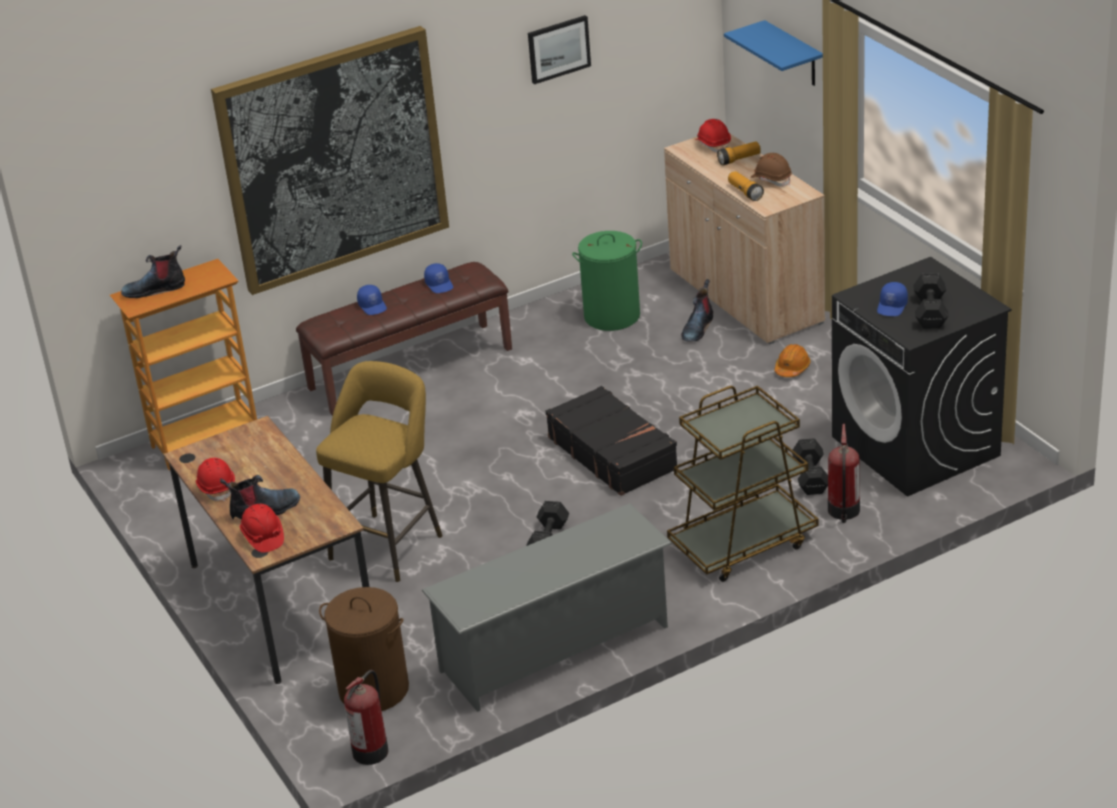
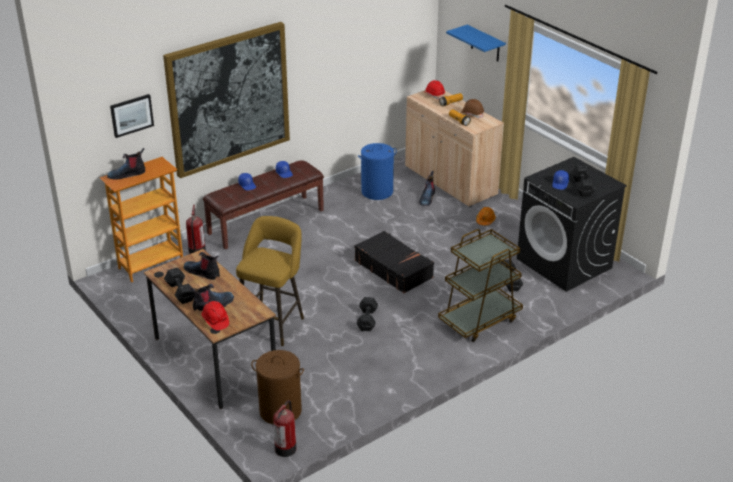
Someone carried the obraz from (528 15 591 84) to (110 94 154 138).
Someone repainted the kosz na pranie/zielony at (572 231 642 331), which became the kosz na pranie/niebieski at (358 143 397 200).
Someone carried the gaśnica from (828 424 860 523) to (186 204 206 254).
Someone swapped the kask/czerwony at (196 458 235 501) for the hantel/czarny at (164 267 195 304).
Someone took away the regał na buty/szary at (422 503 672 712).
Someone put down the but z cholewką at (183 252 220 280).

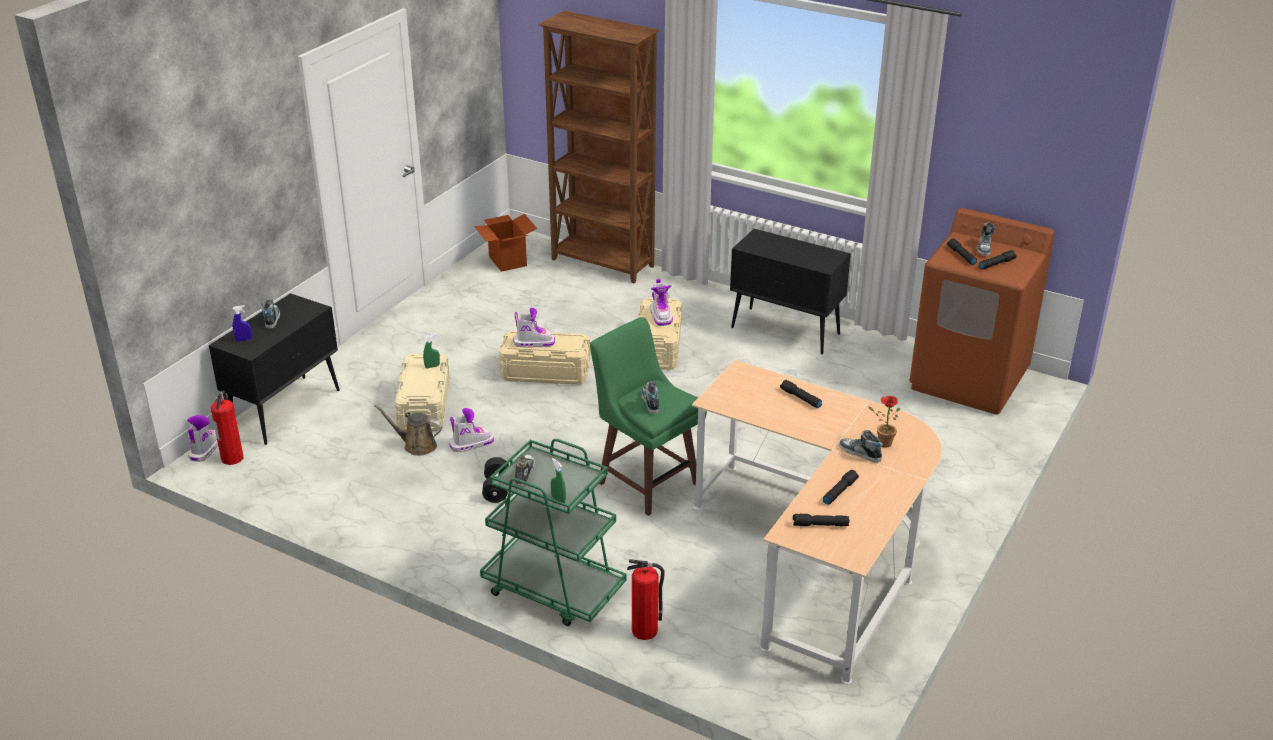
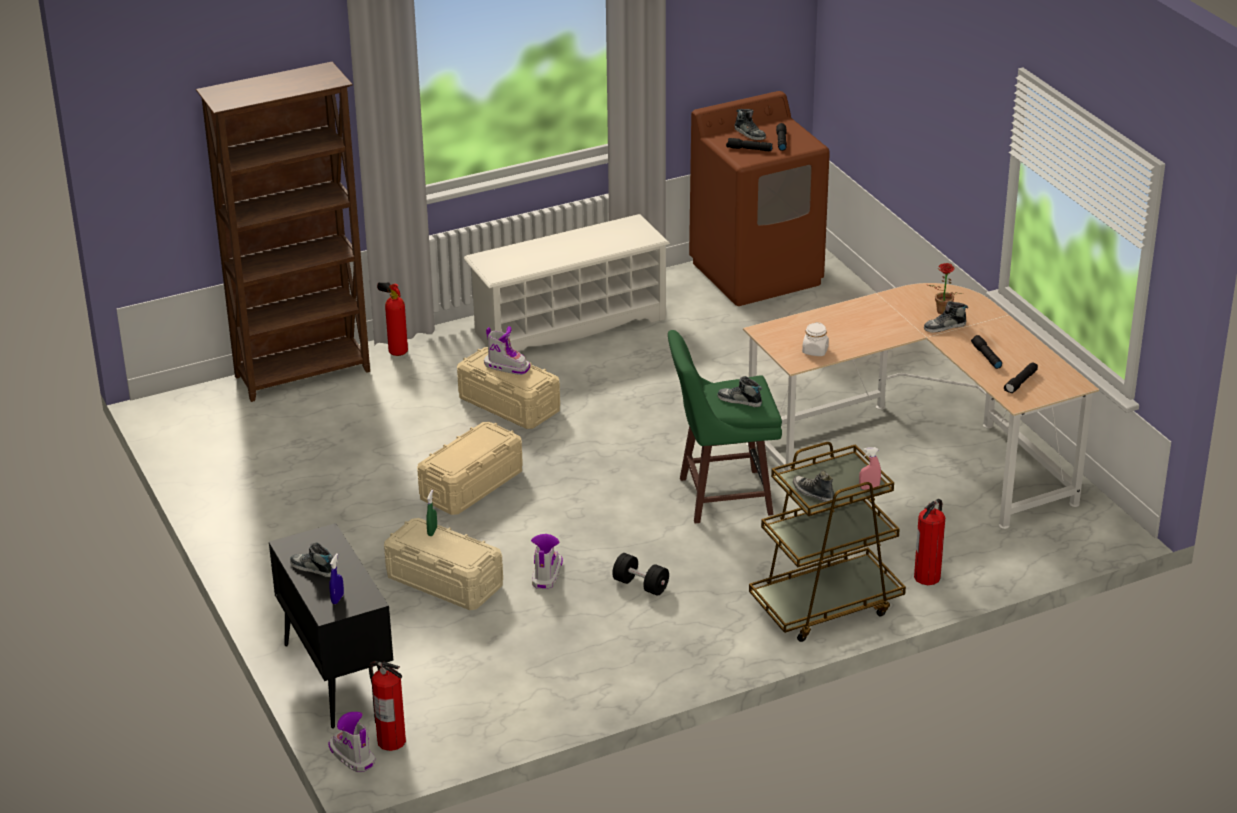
Someone took away the karton at (474 214 537 272).
Someone swapped the szafka/czarny at (730 229 851 354) for the regał na buty/biały at (463 214 670 351).
Someone took away the but z cholewką at (513 308 555 348).
Someone took away the latarka/czarny at (780 380 822 408).
Someone took away the konewka/brązowy at (374 405 442 456).
Someone repainted the wózek/zielony at (480 439 626 626), which became the wózek/brązowy at (749 442 906 642).
Someone repainted the spryskiwacz/zielony at (551 458 566 503), which became the spryskiwacz/różowy at (859 447 881 490).
Someone put down the gaśnica at (377 282 408 356).
Someone put down the słoik/biały at (802 322 829 356).

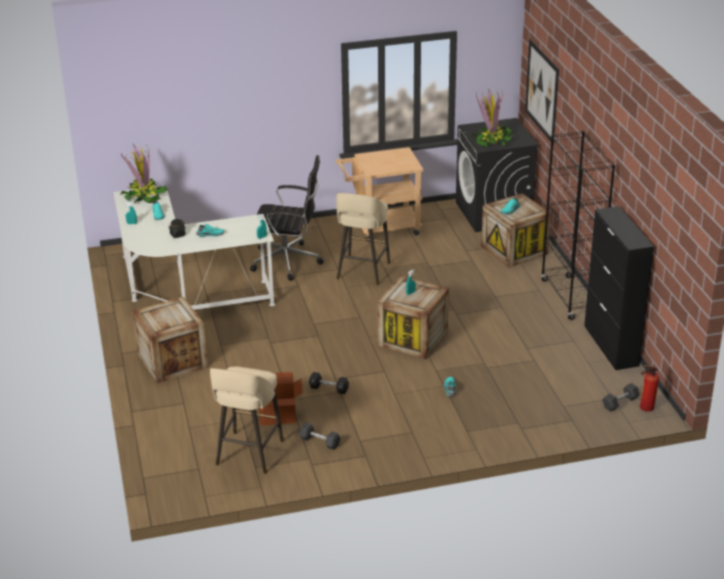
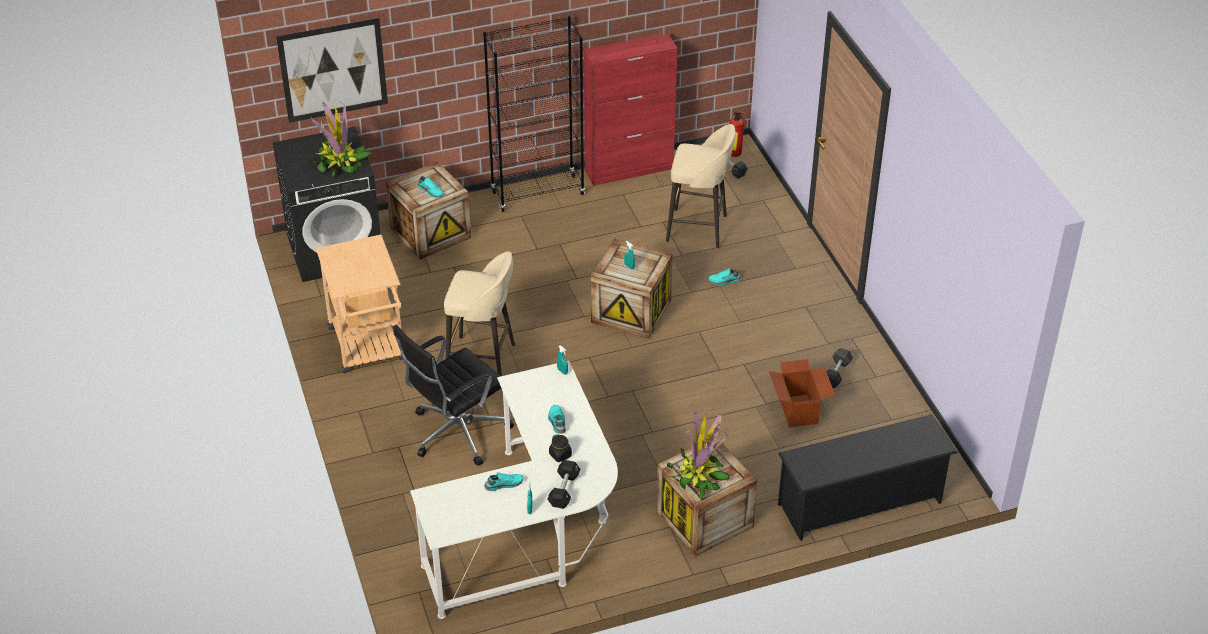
Someone carried the roślina doniczkowa from (120 144 169 204) to (667 412 730 501).
Someone rotated the krzesło biurowe/czarny at (250 155 324 281) by 135 degrees counterclockwise.
Someone repainted the szafka/czarny at (584 206 654 370), which became the szafka/czerwony at (584 33 678 186).
Someone carried the stołek/beżowy from (210 367 284 474) to (666 124 735 249).
Someone carried the hantel/czarny from (309 372 349 394) to (547 460 580 509).
Someone put down the regał na buty/czarny at (778 414 958 541).

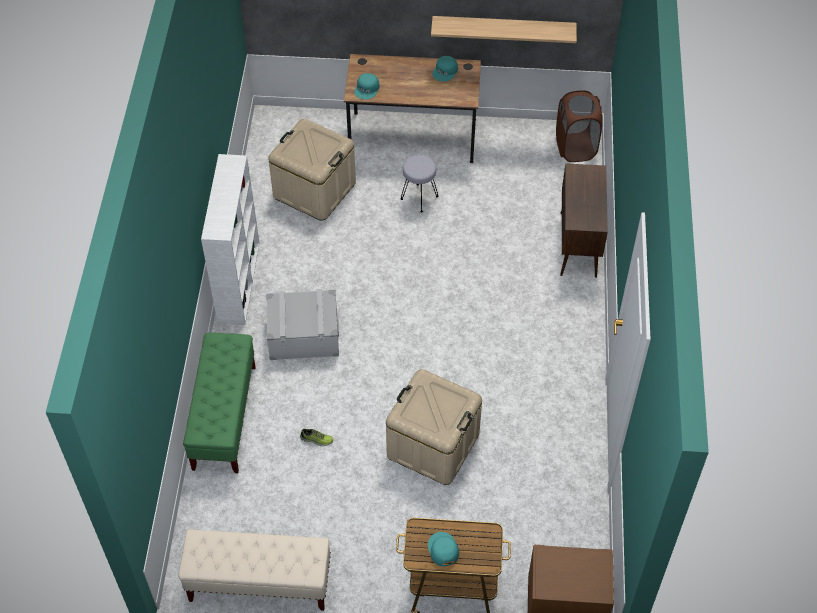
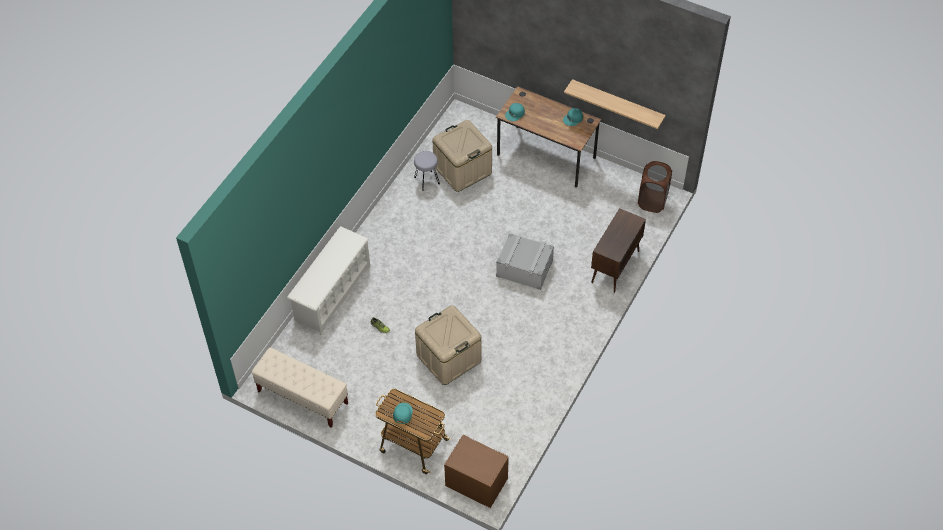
Someone took away the regał/biały at (201 154 259 325).
Someone carried the stołek/szary from (401 155 438 212) to (414 151 440 191).
Someone carried the pojemnik do przechowywania/szary from (266 289 339 360) to (496 233 554 290).
Someone swapped the ławka/zielony at (183 332 256 473) for the regał na buty/biały at (287 226 370 334).

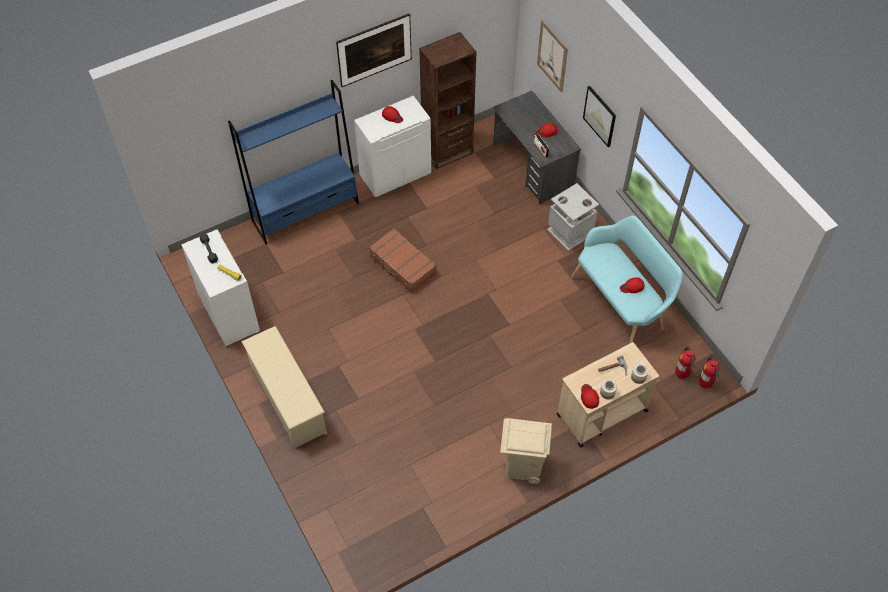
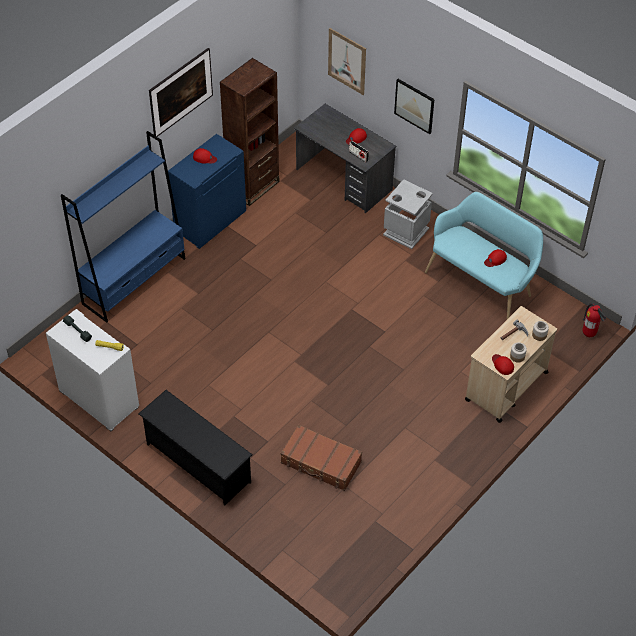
Someone repainted the szafka/biały at (354 96 431 198), which became the szafka/niebieski at (168 134 246 249).
Someone carried the walizka/brązowy from (369 228 437 293) to (280 425 362 491).
Someone repainted the regał na buty/beżowy at (241 326 327 448), which became the regał na buty/czarny at (138 390 253 505).
Someone took away the gaśnica at (675 346 696 379).
Someone took away the kosz na śmieci/beżowy at (500 418 552 484).

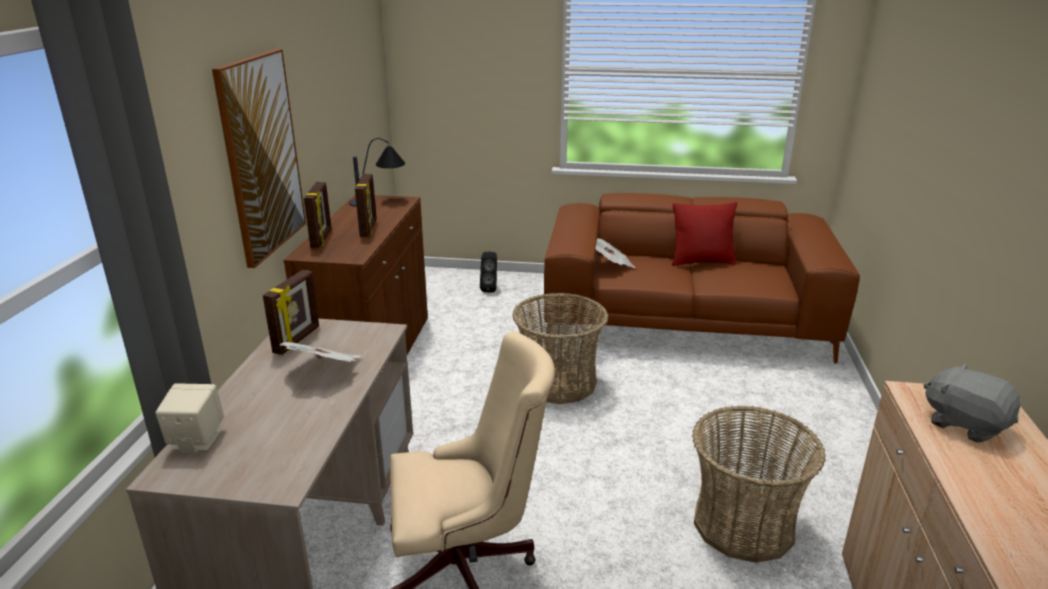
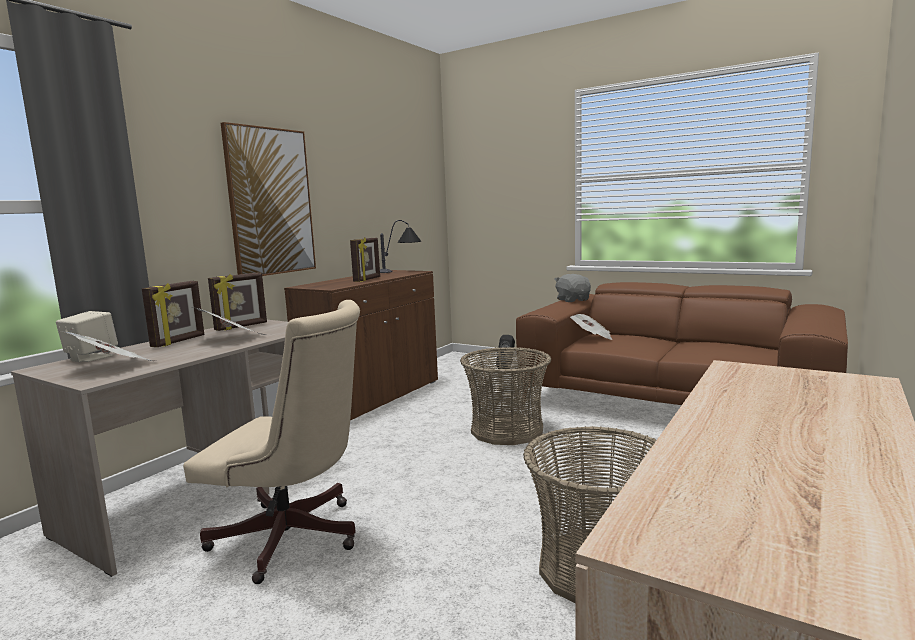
Someone carried the ramka na zdjęcie from (304 182 332 248) to (142 281 204 347).
Someone took away the poduszka/czerwony at (672 202 737 266).
Someone carried the pluszak/szary from (923 363 1020 443) to (554 274 591 302).
Someone put down the gazeta at (61 331 153 361).

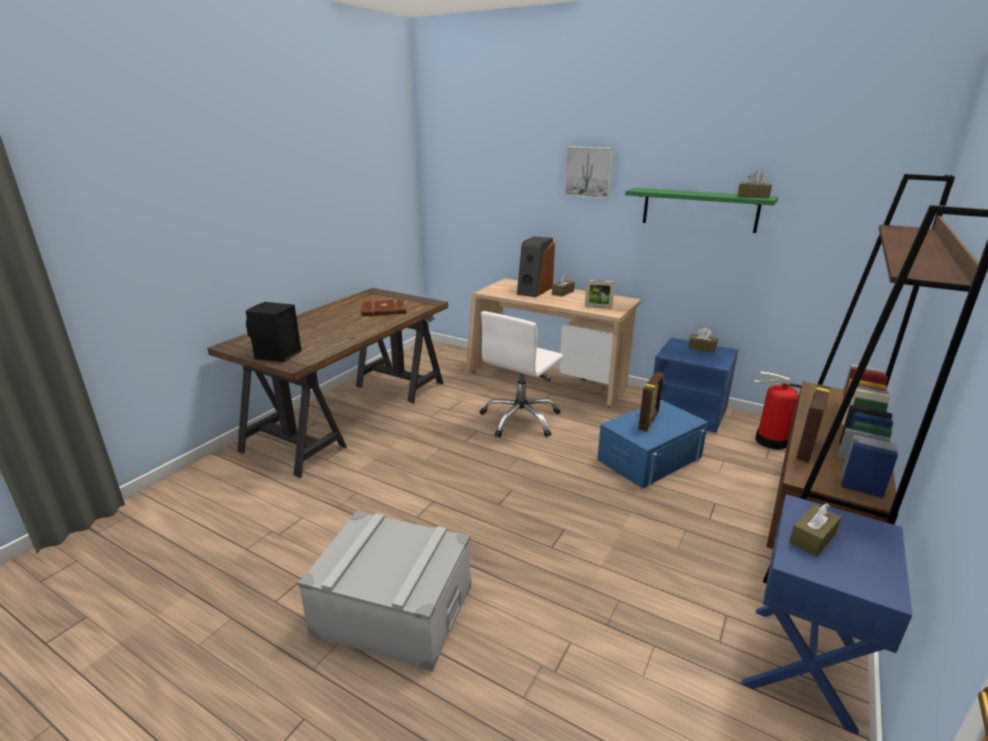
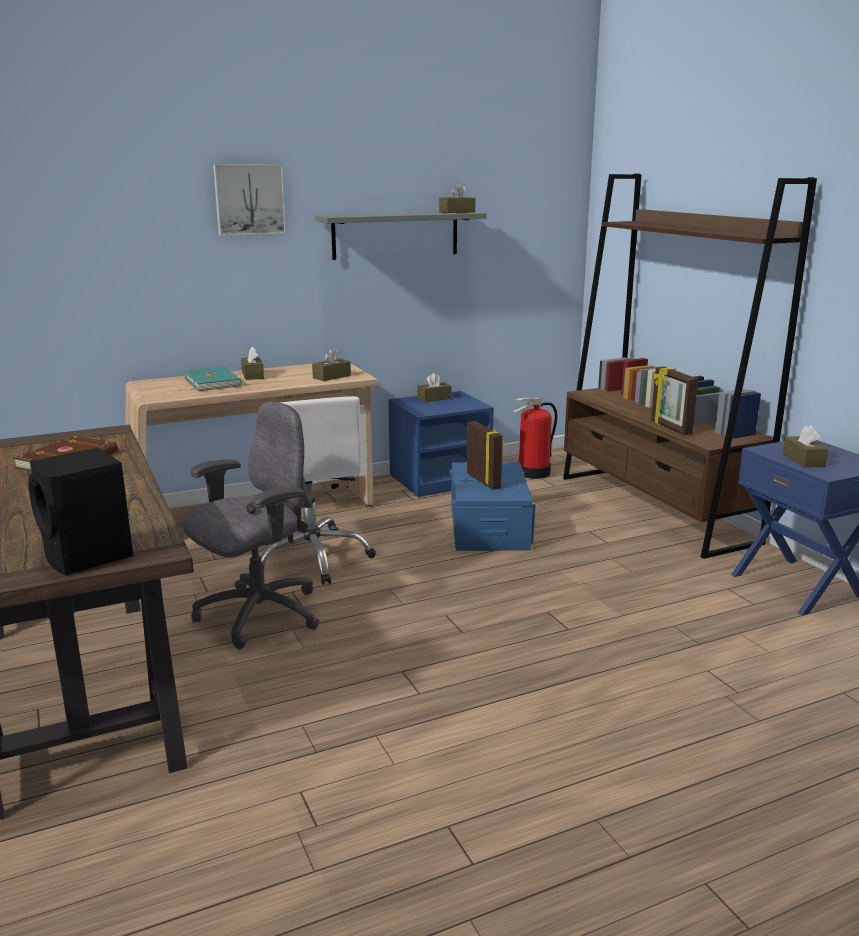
Someone repainted the półka/zielony at (625 188 778 233), which became the półka/szary at (315 212 487 260).
Someone swapped the głośnik at (517 236 555 297) for the książka/turkusowy at (184 366 242 391).
Someone swapped the ramka na zdjęcie at (585 280 614 309) for the pudełko chusteczek/brązowy at (312 348 351 381).
Someone took away the pojemnik do przechowywania/szary at (298 511 471 671).
Someone put down the krzesło biurowe/szary at (183 402 319 649).

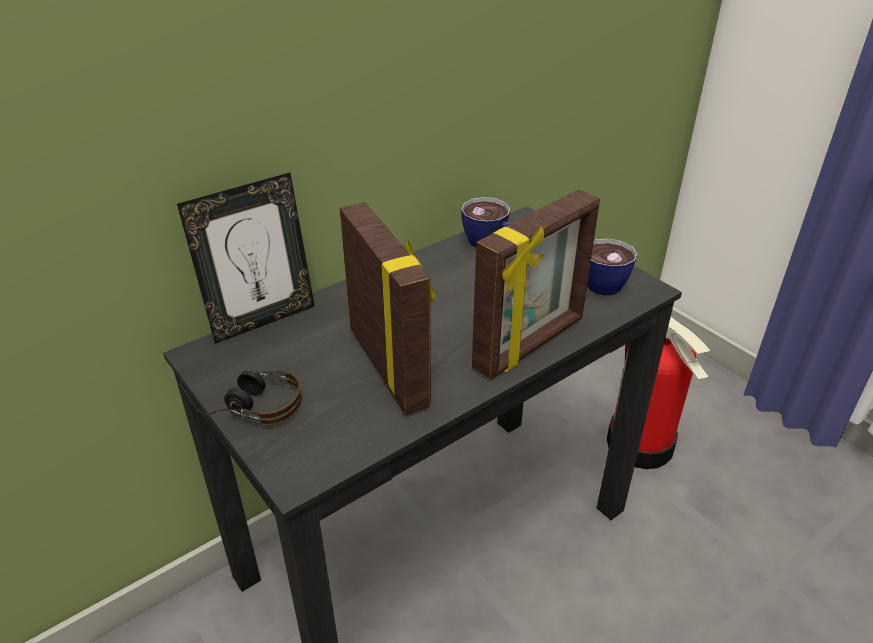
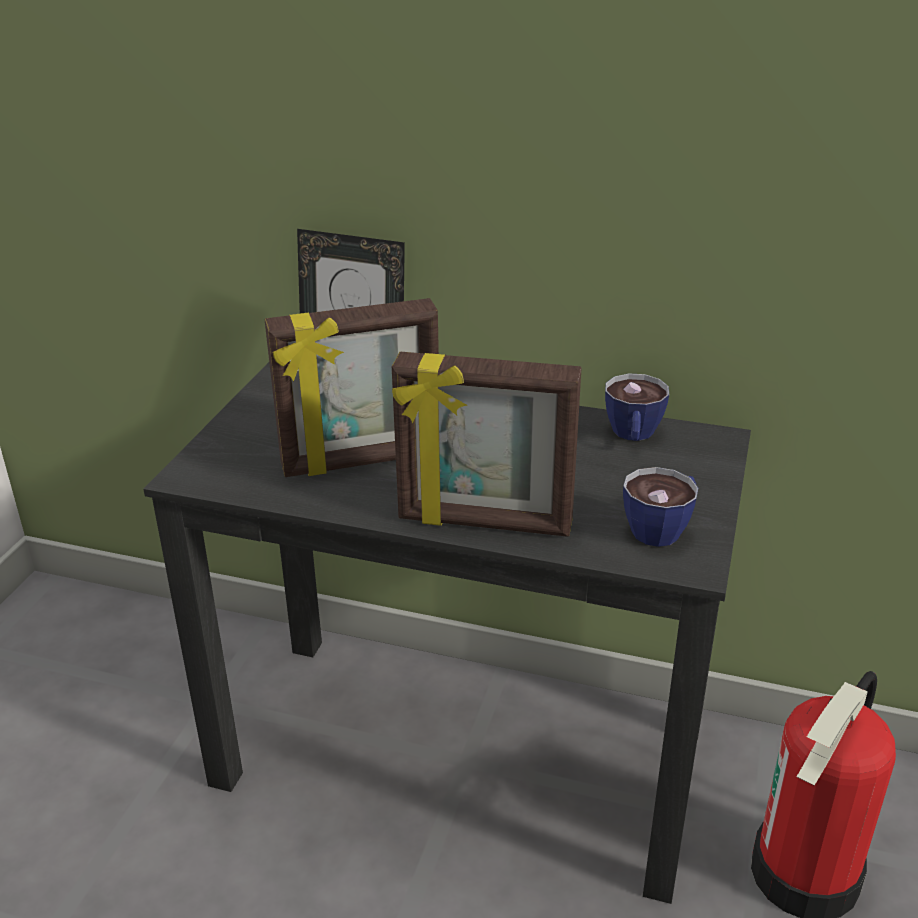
Someone rotated the ramka na zdjęcie at (340 202 436 415) by 45 degrees clockwise.
Someone took away the słuchawki at (180 370 302 425).

